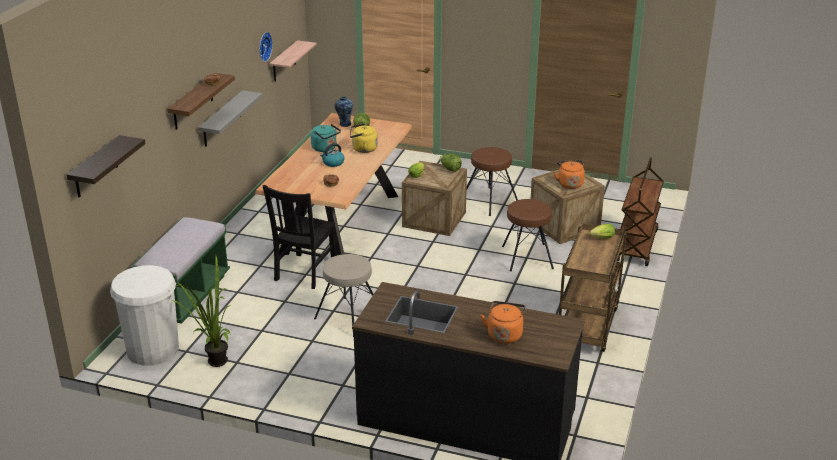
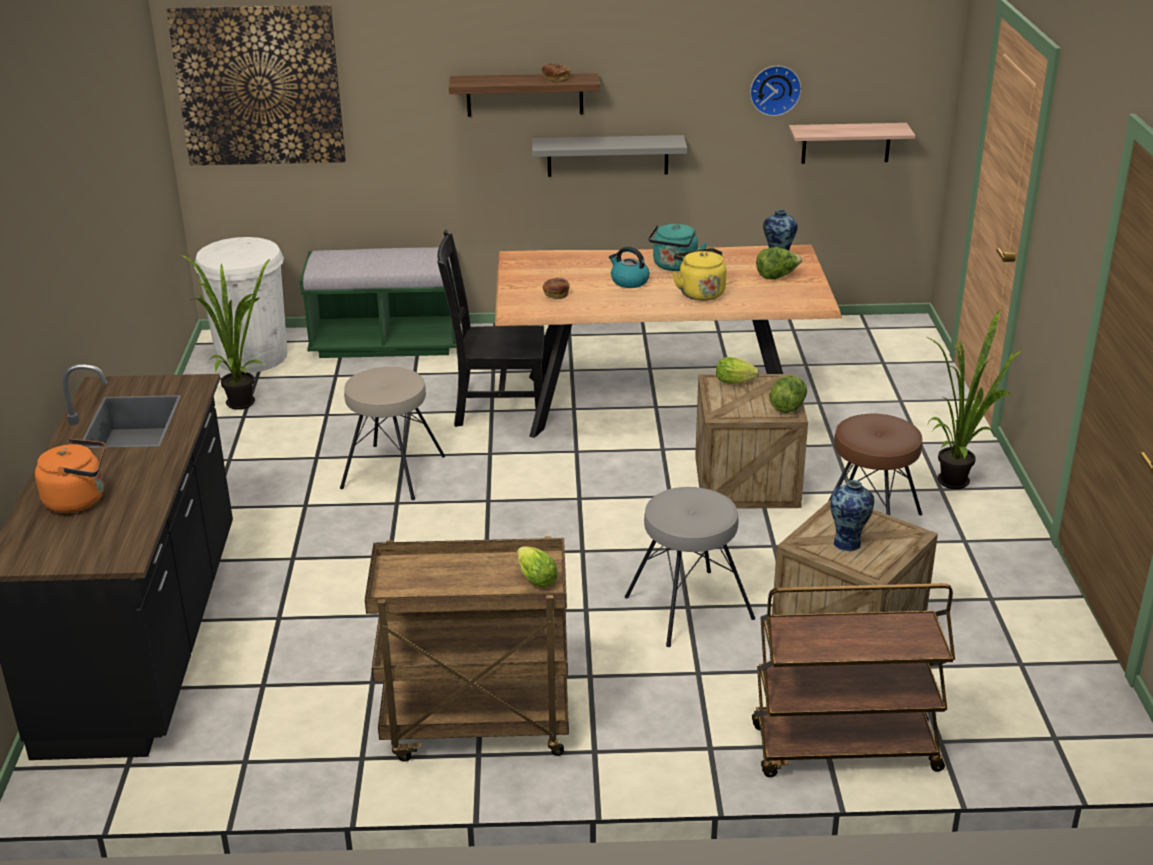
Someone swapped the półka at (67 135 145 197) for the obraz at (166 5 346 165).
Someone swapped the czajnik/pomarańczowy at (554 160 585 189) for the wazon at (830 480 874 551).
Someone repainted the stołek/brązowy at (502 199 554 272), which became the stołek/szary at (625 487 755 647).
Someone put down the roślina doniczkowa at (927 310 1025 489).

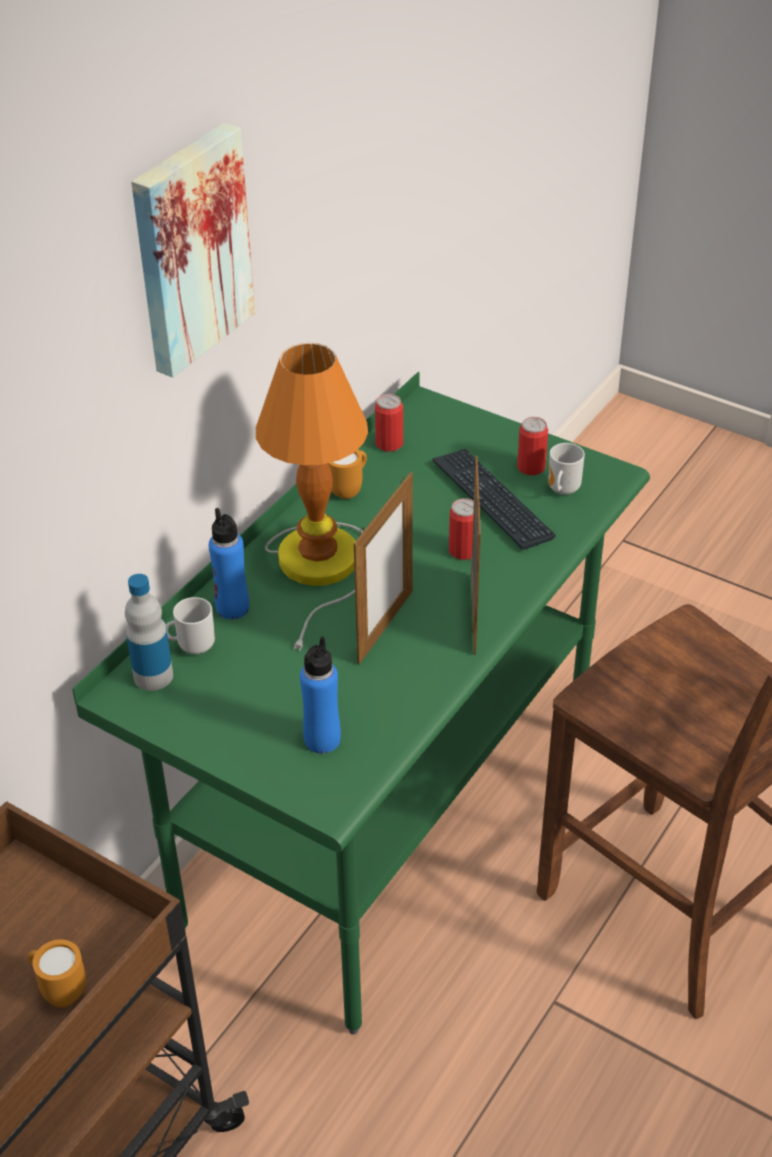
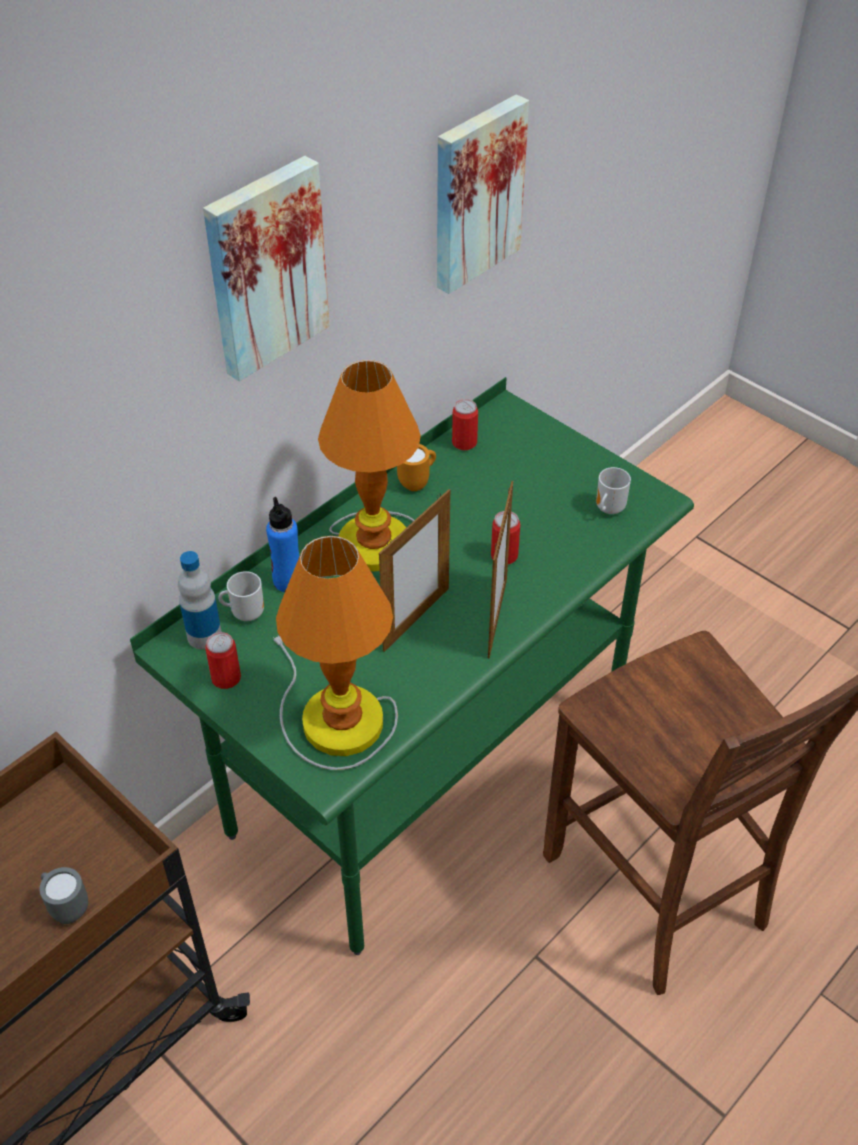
Someone carried the puszka from (517 417 548 476) to (205 632 241 689).
Someone took away the klawiatura at (432 449 556 550).
Someone swapped the butelka/niebieski at (300 637 341 753) for the lampa stołowa at (273 536 398 770).
Someone repainted the kubek/pomarańczowy at (28 939 86 1008), which became the kubek/szary at (39 867 88 924).
Someone put up the obraz at (437 94 529 294).

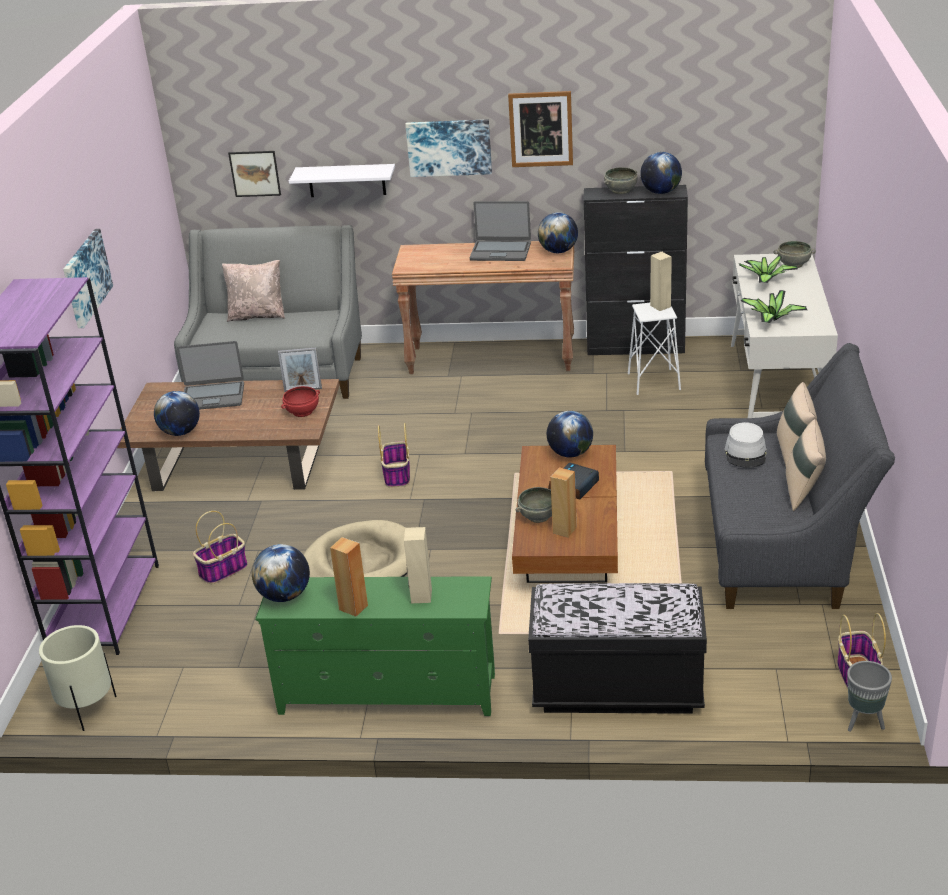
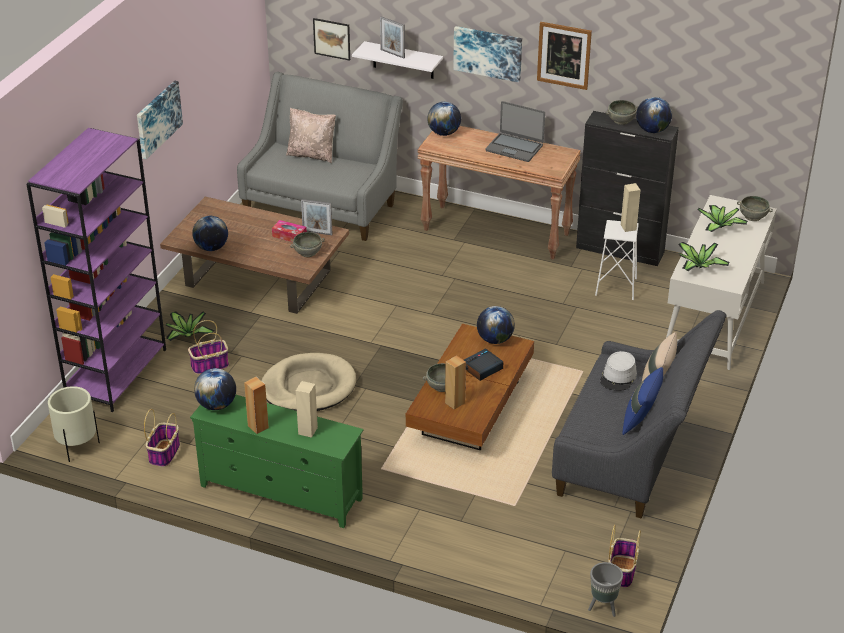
Someone carried the globus from (538 212 578 253) to (427 102 461 136).
Someone took away the laptop at (177 341 244 410).
Someone repainted the miska/czerwony at (281 386 320 417), which became the miska/szary at (290 232 325 257).
Someone repainted the poduszka/beżowy at (786 419 826 511), which became the poduszka/niebieski at (622 367 663 435).
Someone carried the koszyk from (378 423 410 487) to (144 409 180 467).
Someone took away the ławka/czarny at (528 583 707 714).
Someone put down the ramka na zdjęcie at (380 16 405 58).
Someone put down the pudełko chusteczek at (272 220 307 242).
Someone put down the roślina doniczkowa at (166 311 215 341).

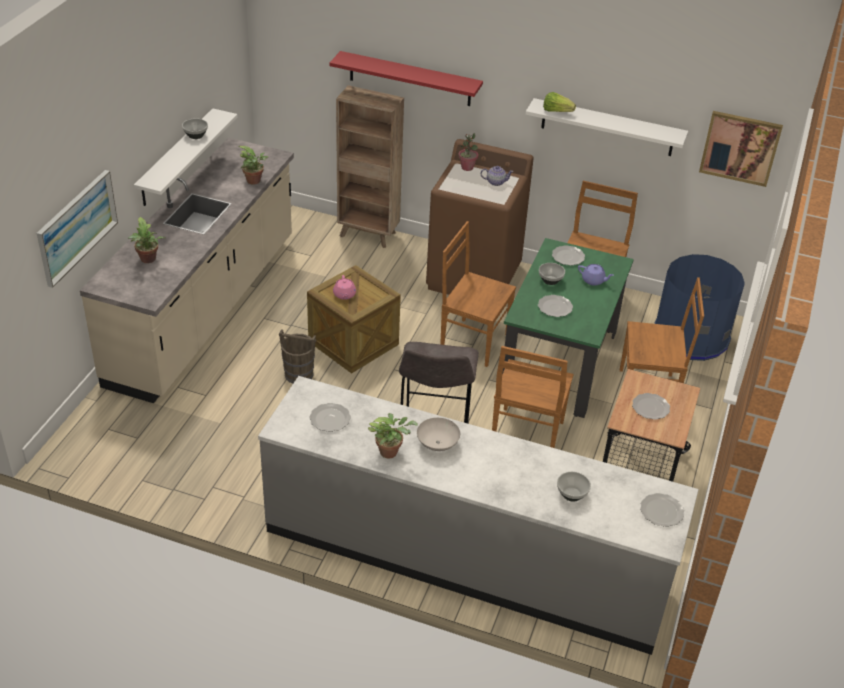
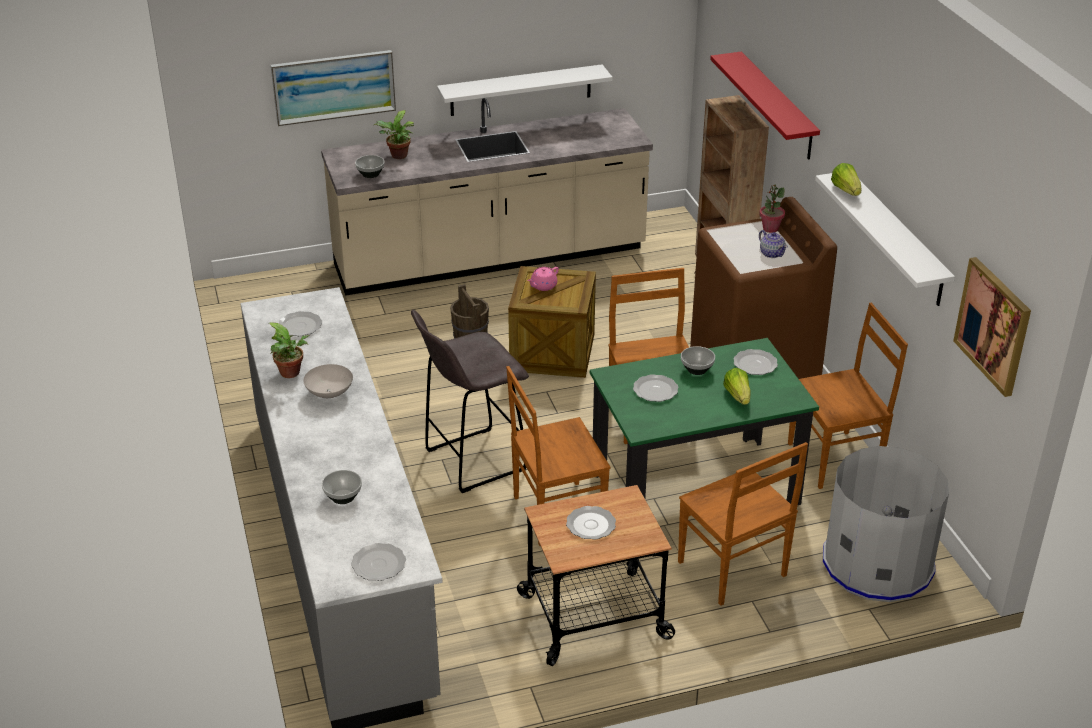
Someone carried the miska from (182 118 208 139) to (355 155 385 178).
Someone took away the roślina doniczkowa at (238 146 268 185).
Someone repainted the kosz na śmieci/niebieski at (654 254 745 361), which became the kosz na śmieci/szary at (823 446 949 602).
Someone swapped the imbryk/fioletowy at (578 264 614 286) for the sałata at (723 368 751 405).

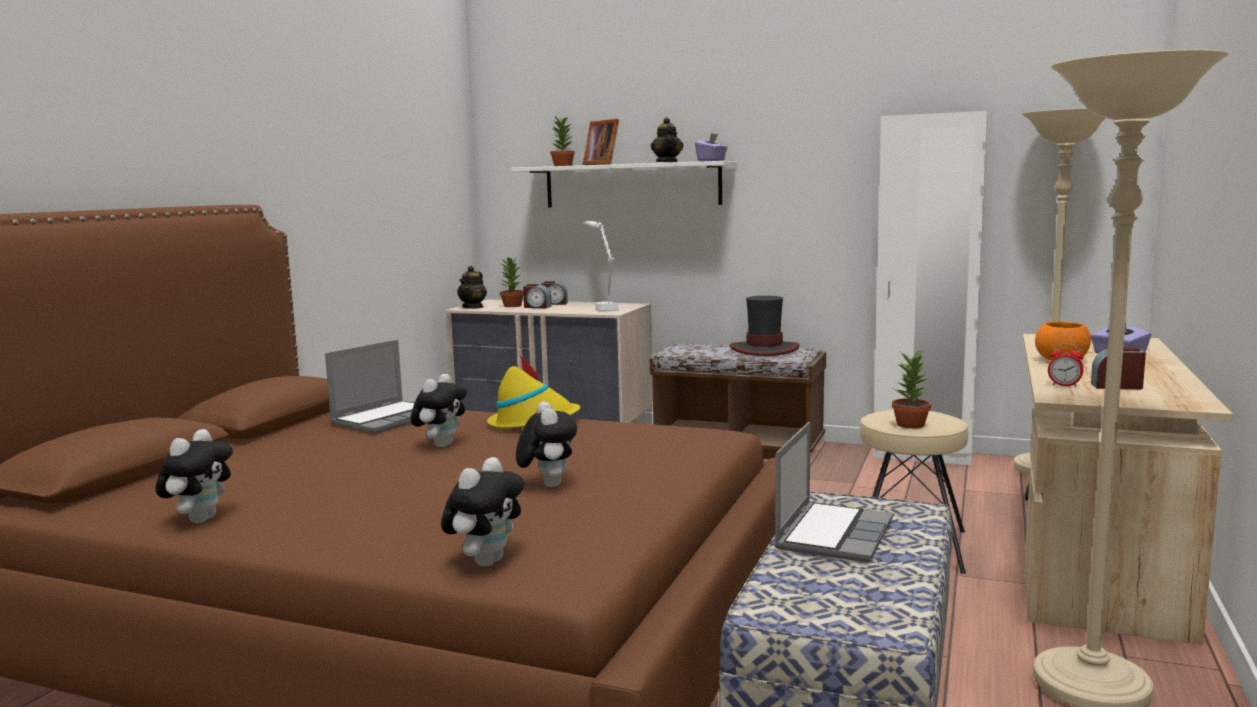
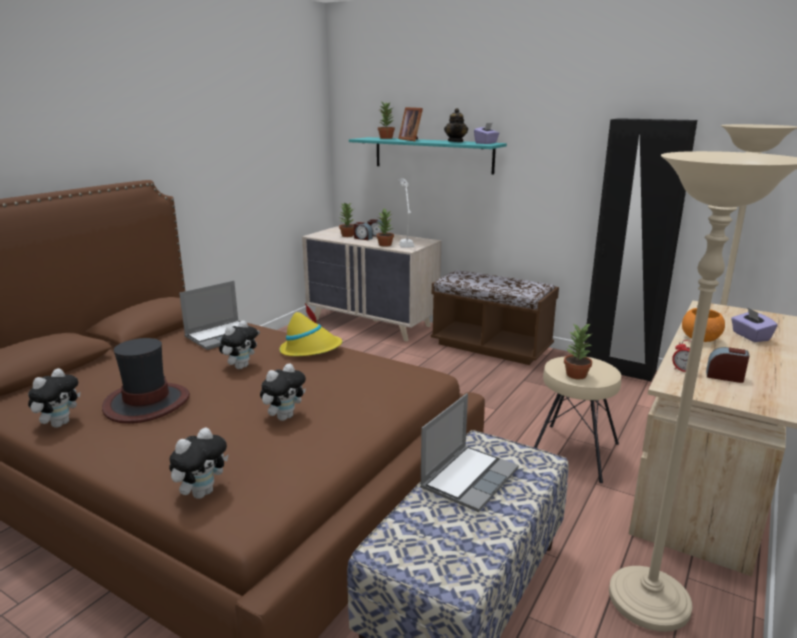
Someone repainted the szafa/biały at (873 111 988 466), which became the szafa/czarny at (584 118 697 382).
Someone repainted the półka/biały at (511 161 737 207), which became the półka/turkusowy at (349 137 507 175).
Someone took away the imbryk at (457 266 487 309).
Someone carried the kapelusz from (730 296 799 356) to (102 338 190 424).
Someone rotated the pluszak at (516 401 577 487) by 45 degrees clockwise.
Someone put down the roślina doniczkowa at (376 208 394 247).

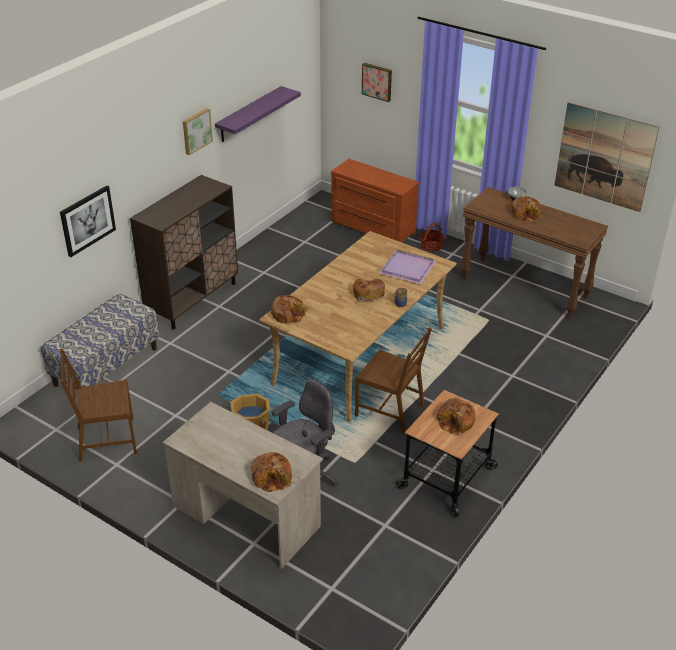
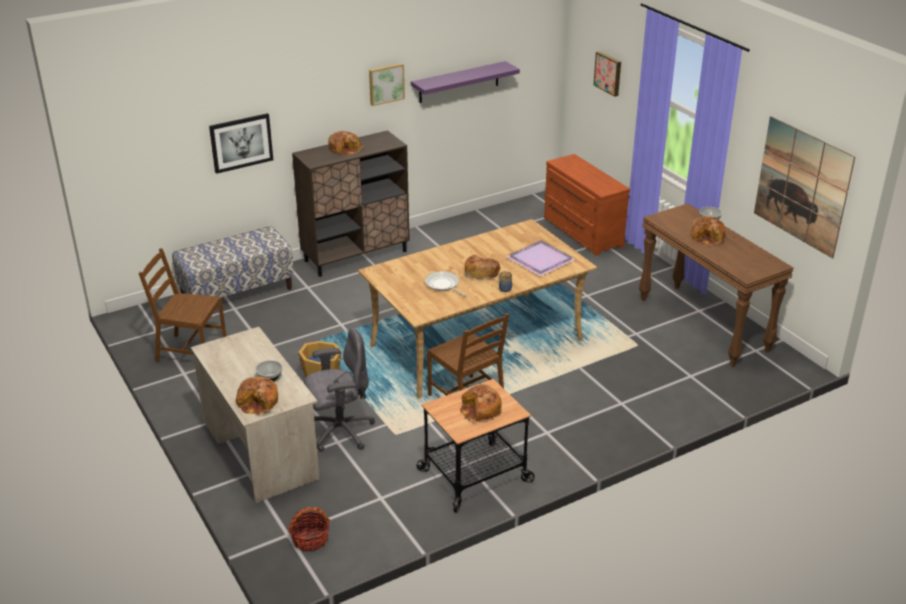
Someone carried the koszyk from (420 223 445 252) to (288 507 330 551).
Someone carried the chleb from (271 295 307 323) to (328 131 364 156).
Someone put down the patelnia at (425 271 467 297).
Someone put down the miska at (255 360 282 382).

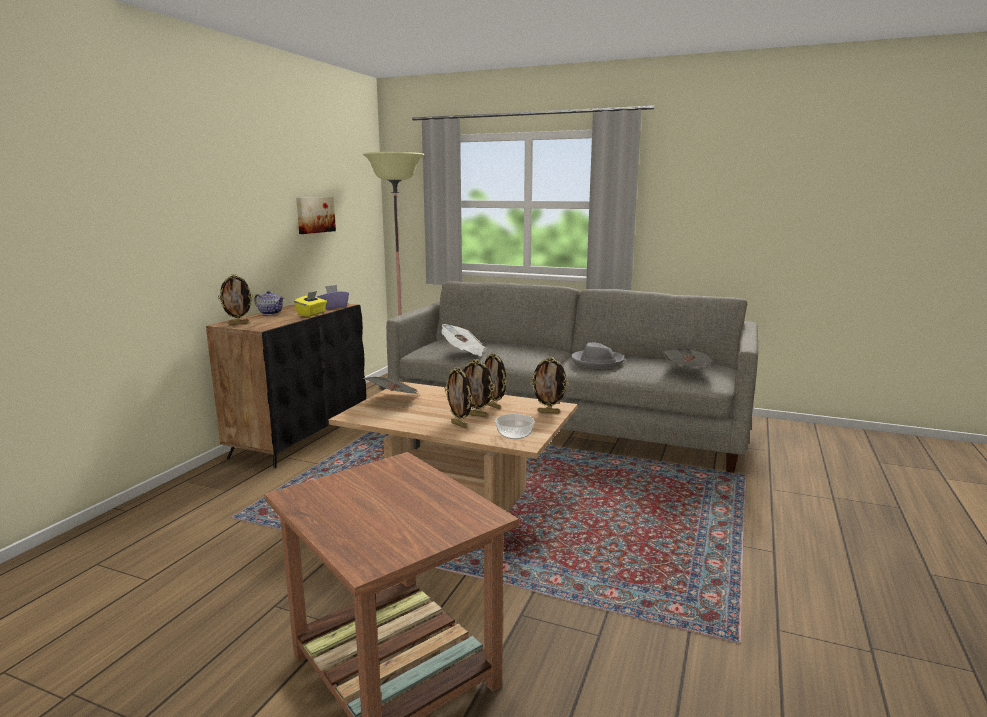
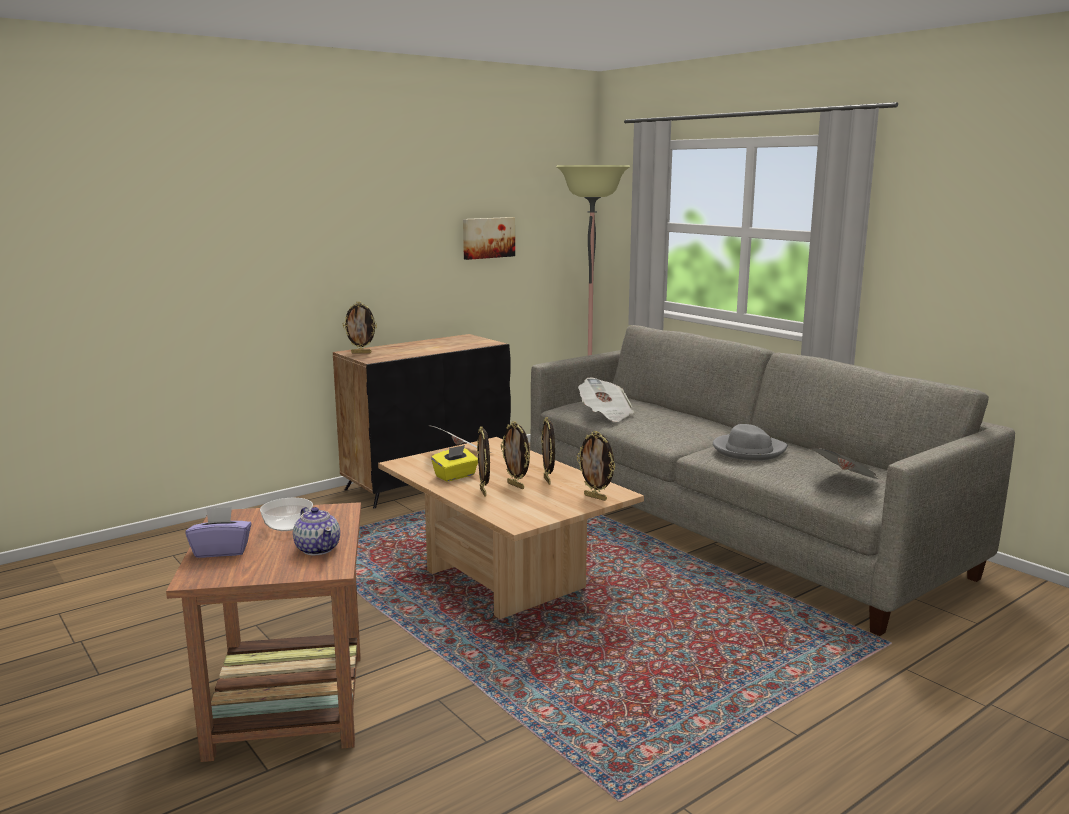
Someone carried the pudełko chusteczek/fioletowy from (317 285 349 309) to (185 507 252 558).
Someone carried the imbryk from (254 291 284 315) to (293 507 340 556).
Someone carried the pudełko chusteczek/żółty from (294 291 327 317) to (431 445 478 482).
Someone carried the miska from (495 414 535 439) to (260 498 313 531).

